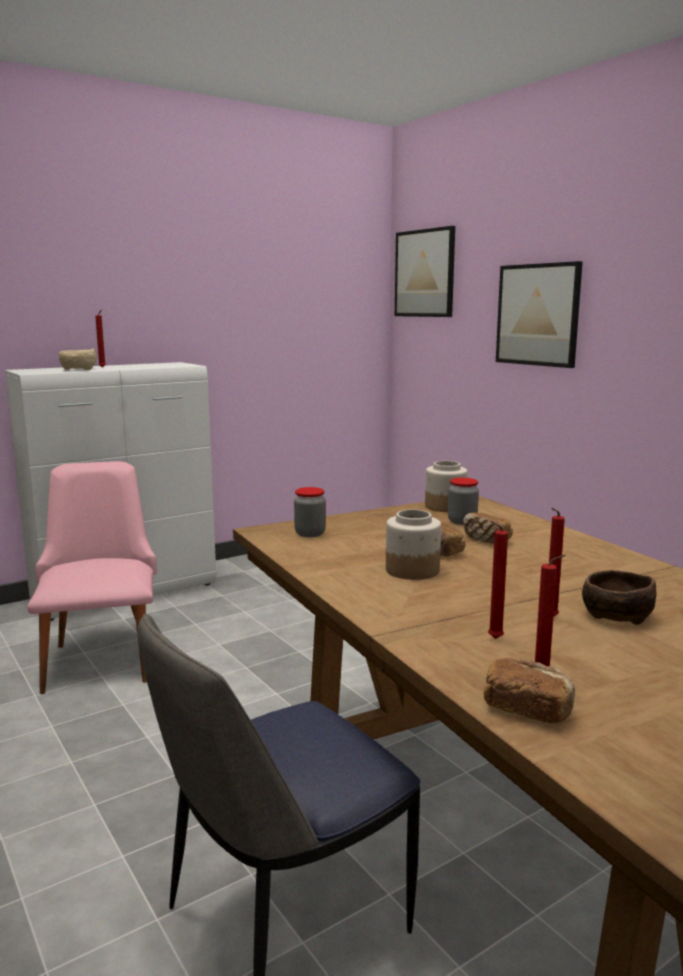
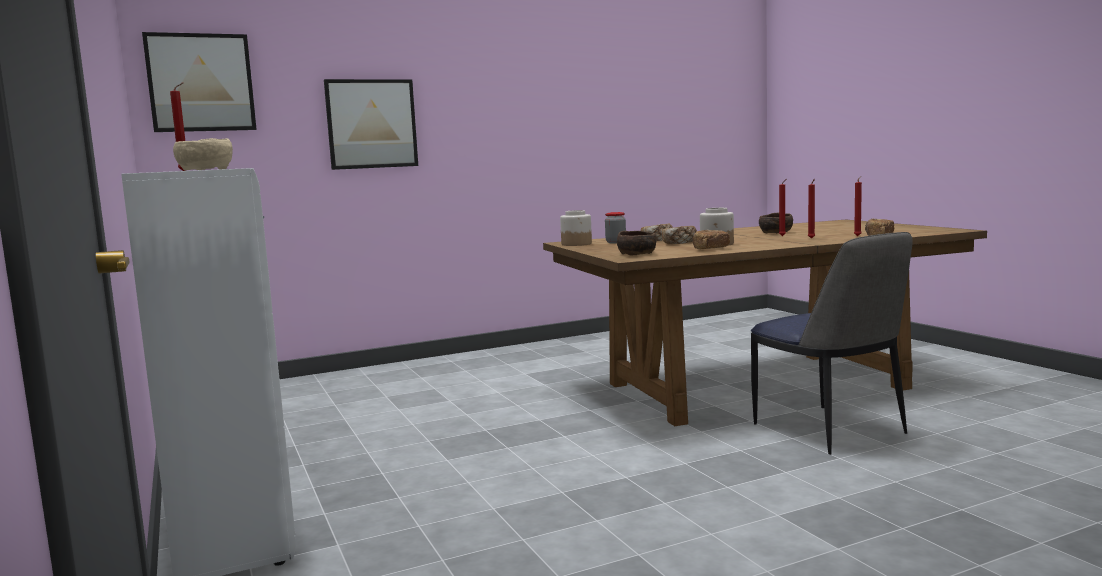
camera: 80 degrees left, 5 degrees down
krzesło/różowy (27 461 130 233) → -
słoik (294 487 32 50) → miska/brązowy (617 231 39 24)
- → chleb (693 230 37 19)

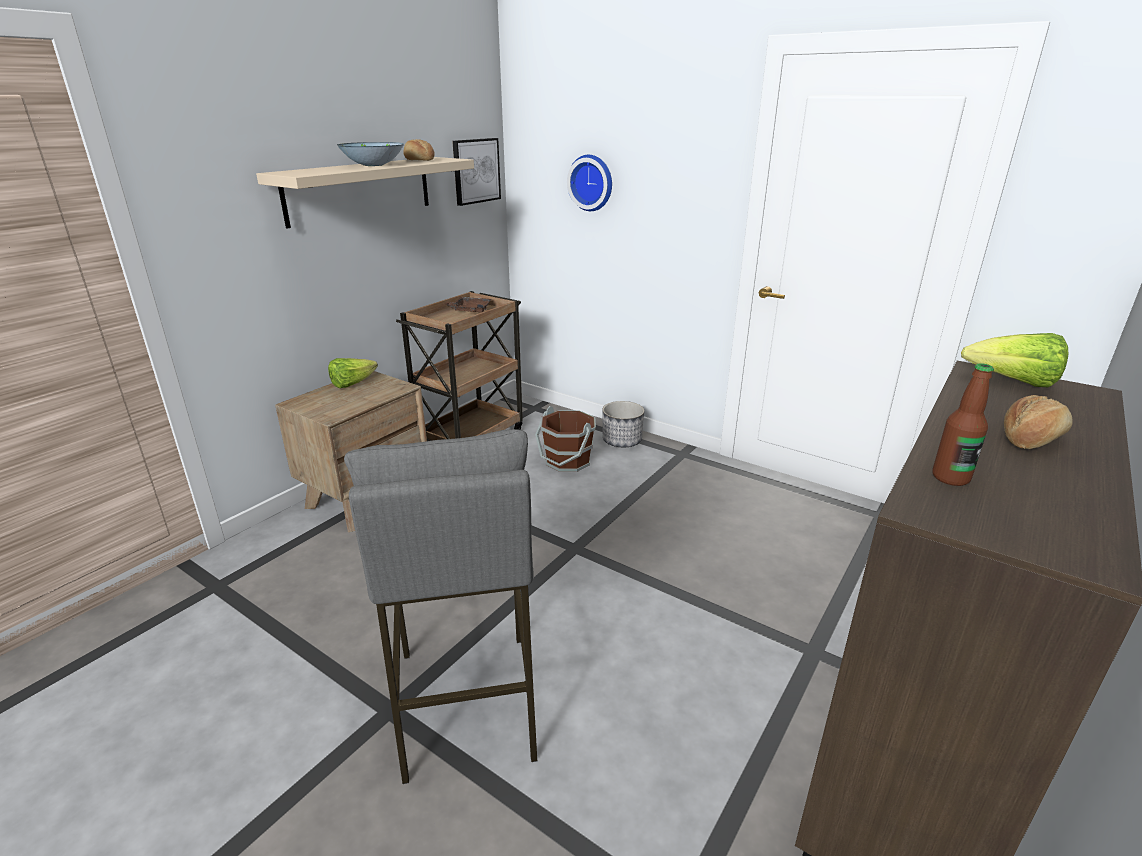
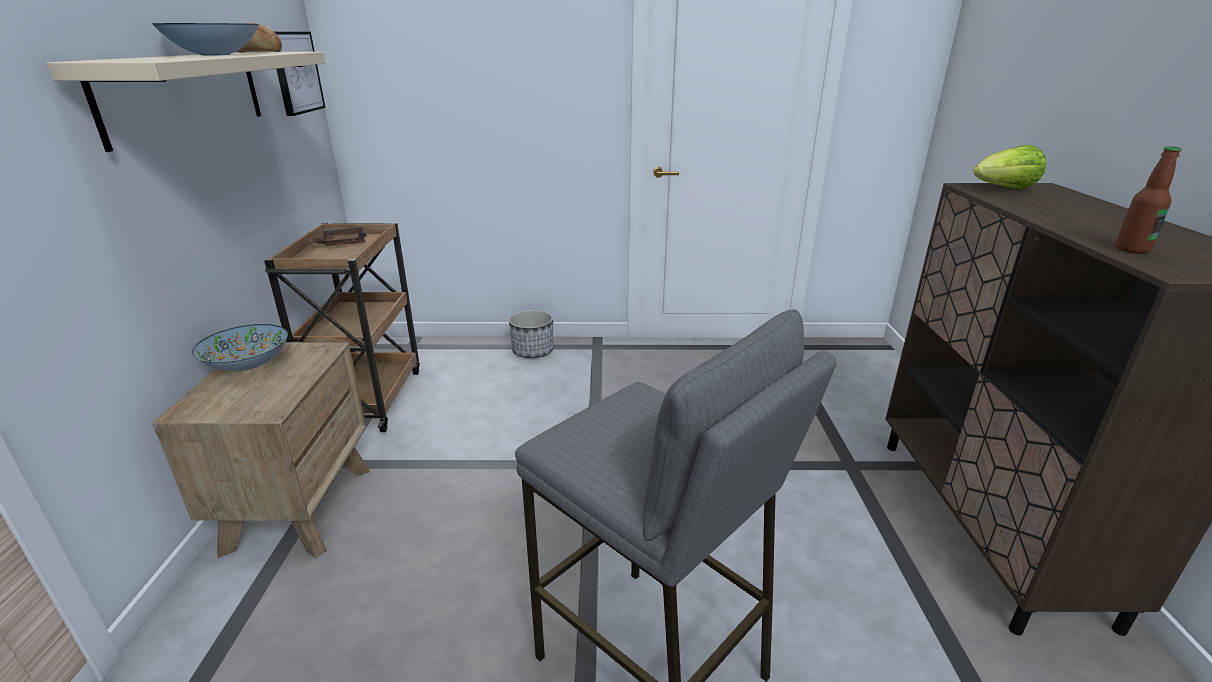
camera: 35 degrees left, 0 degrees up
zegar ścienny (567 155 45 56) → -
sałata (328 358 50 30) → miska (192 324 96 47)
chleb (1004 395 69 54) → -
wiadro/brązowy (535 406 61 66) → -

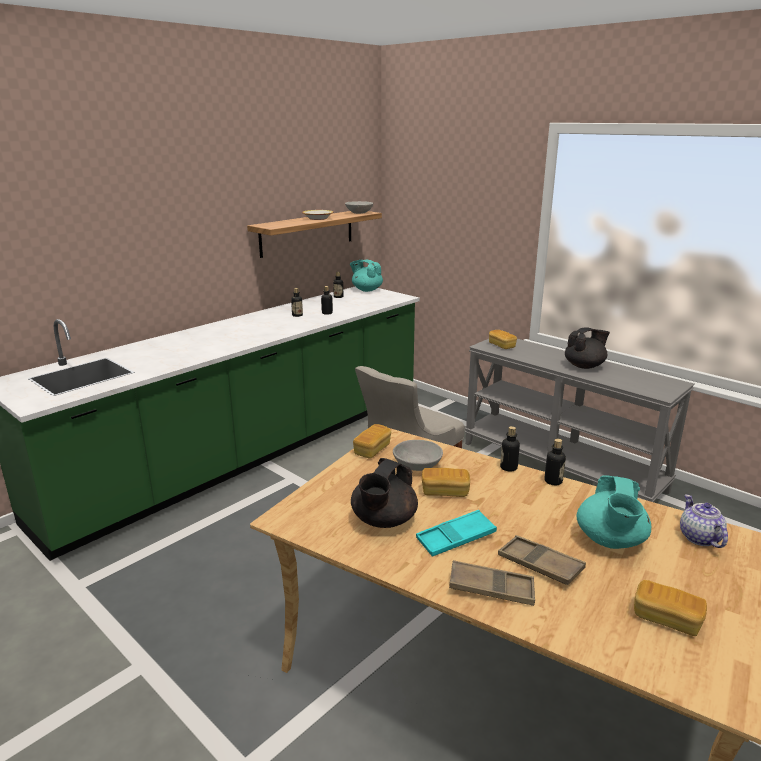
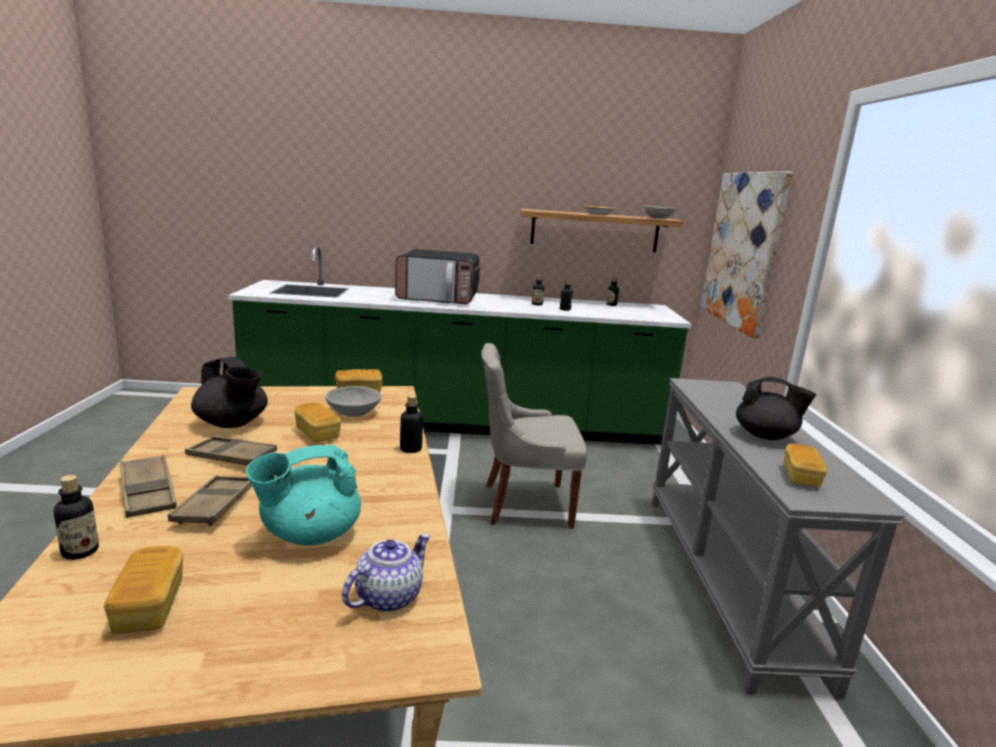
camera: 45 degrees right, 5 degrees down
imbryk/turkusowy (350 260 33 32) → -
chleb (489 330 28 19) → chleb (784 444 43 43), move
butelka (545 439 21 46) → butelka (54 475 45 85), move
imbryk/czarny (351 458 67 70) → imbryk/czarny (191 357 77 71), 120 degrees counterclockwise
taca/turkusowy (416 510 81 47) → taca/brązowy (185 436 92 30)
- → obraz (701 171 92 167)
- → mikrofalówka (395 249 85 55)

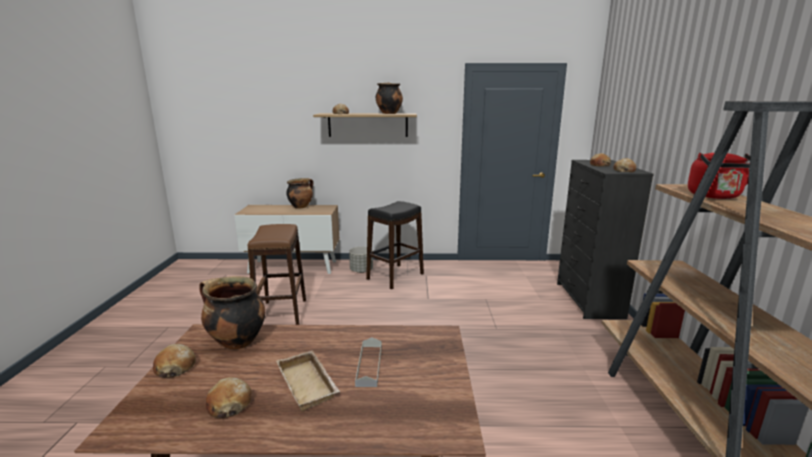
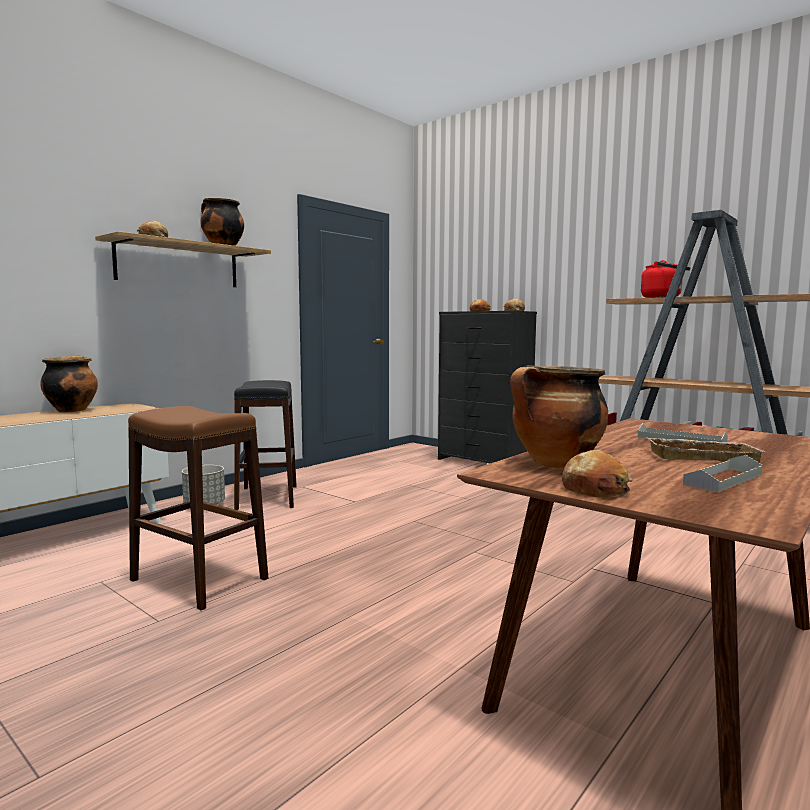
camera: 50 degrees left, 10 degrees down
chleb (206 377 46 41) → taca/szary (683 455 79 38)

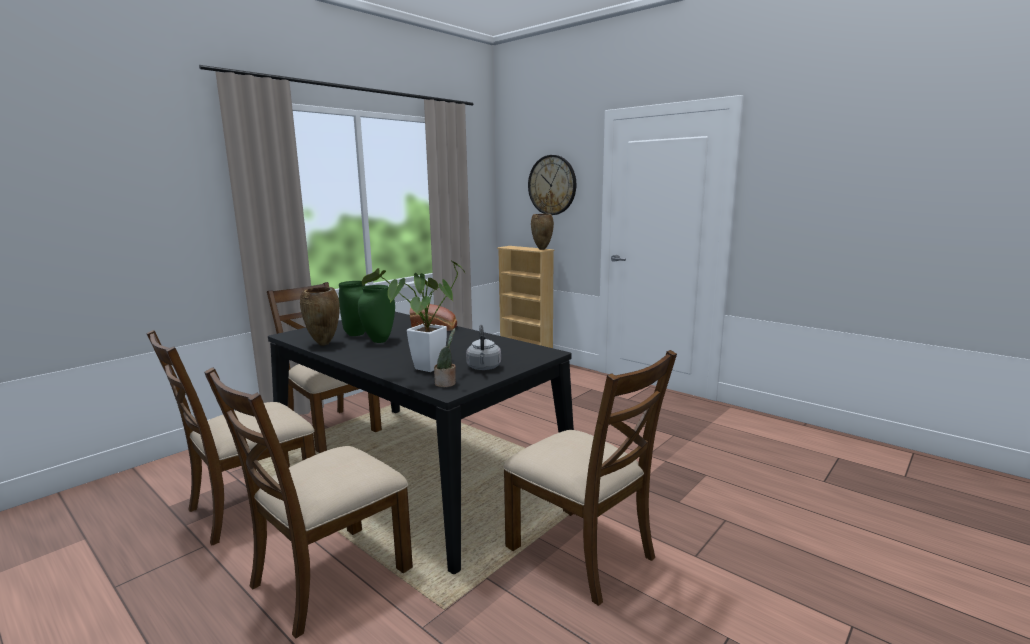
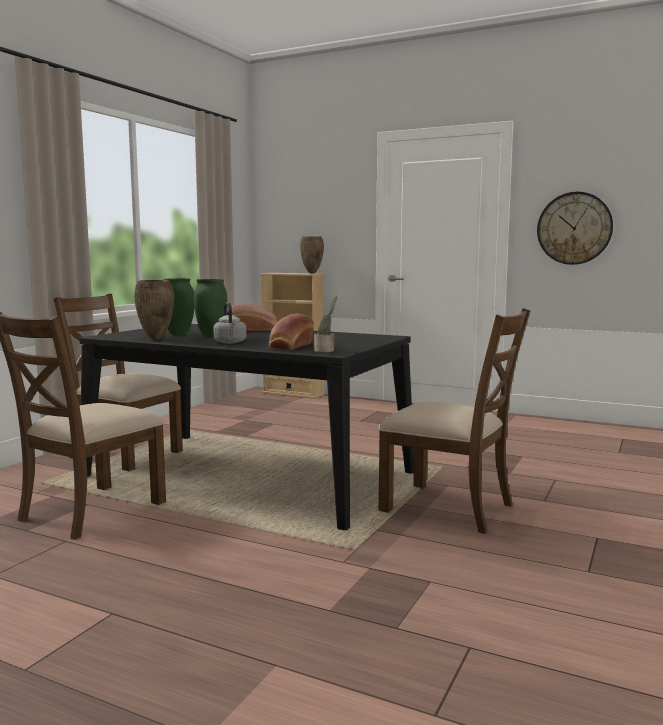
camera: 15 degrees left, 5 degrees down
zegar ścienny (528 155 48 60) → zegar ścienny (537 192 76 73), move
roślina doniczkowa (362 260 103 112) → chleb (269 314 45 36)
czajnik/szary (466 325 35 45) → czajnik/szary (213 302 33 42), move
krzesło/brązowy (204 367 209 271) → -

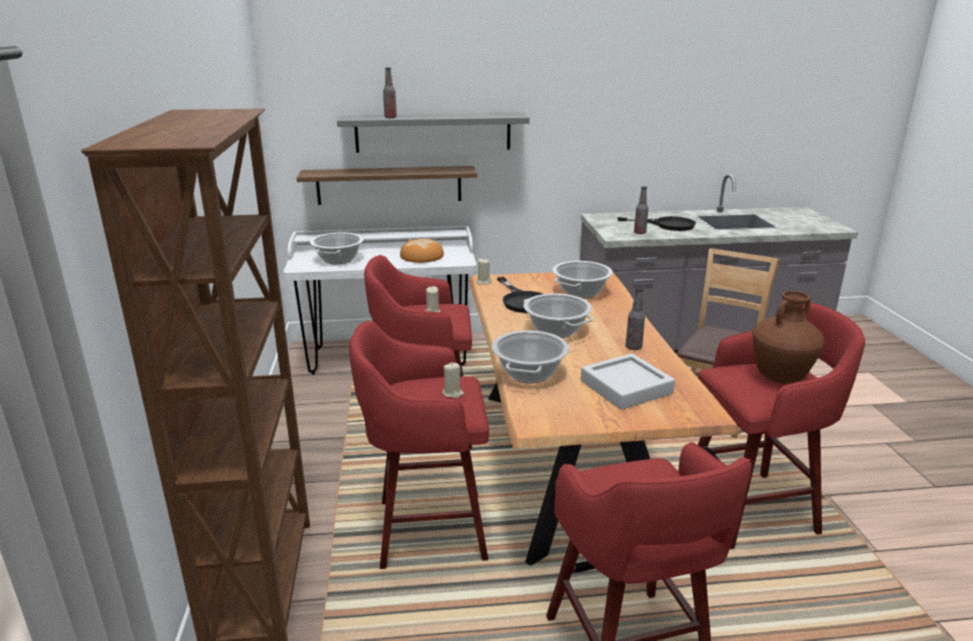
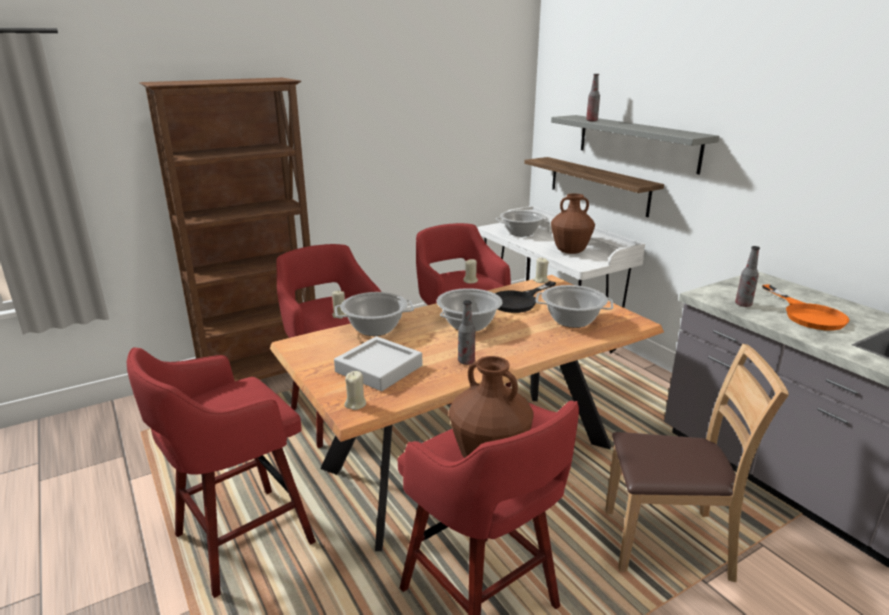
camera: 65 degrees right, 0 degrees up
patelnia/czarny (618 216 78 15) → patelnia/pomarańczowy (762 285 88 45)
chleb (400 239 44 24) → wazon/brązowy (551 193 44 61)
- → świeca/beżowy (344 371 22 39)

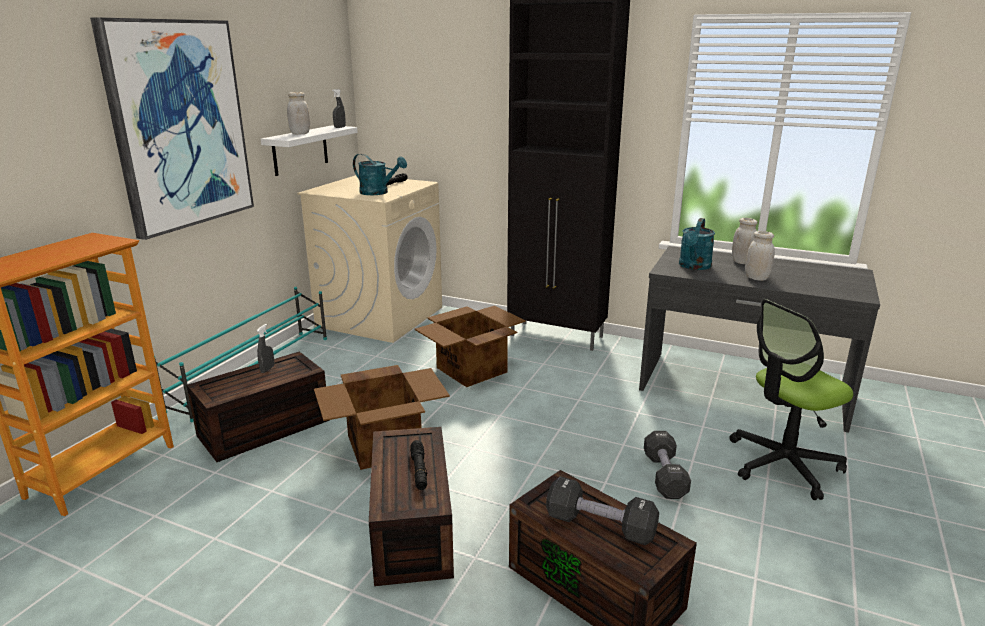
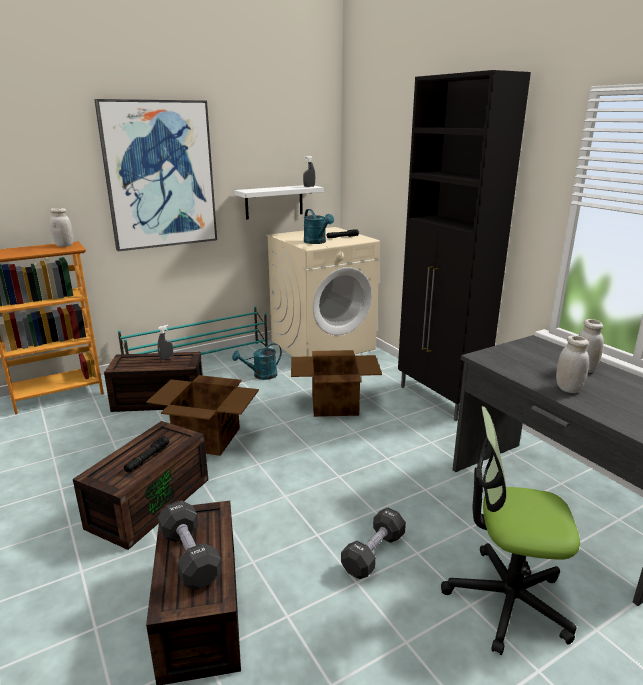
camera: 35 degrees right, 0 degrees up
słoik/biały (287 92 23 43) → słoik/biały (50 208 23 39), move
konewka/turkusowy (679 218 36 52) → konewka/turkusowy (232 343 50 37), move

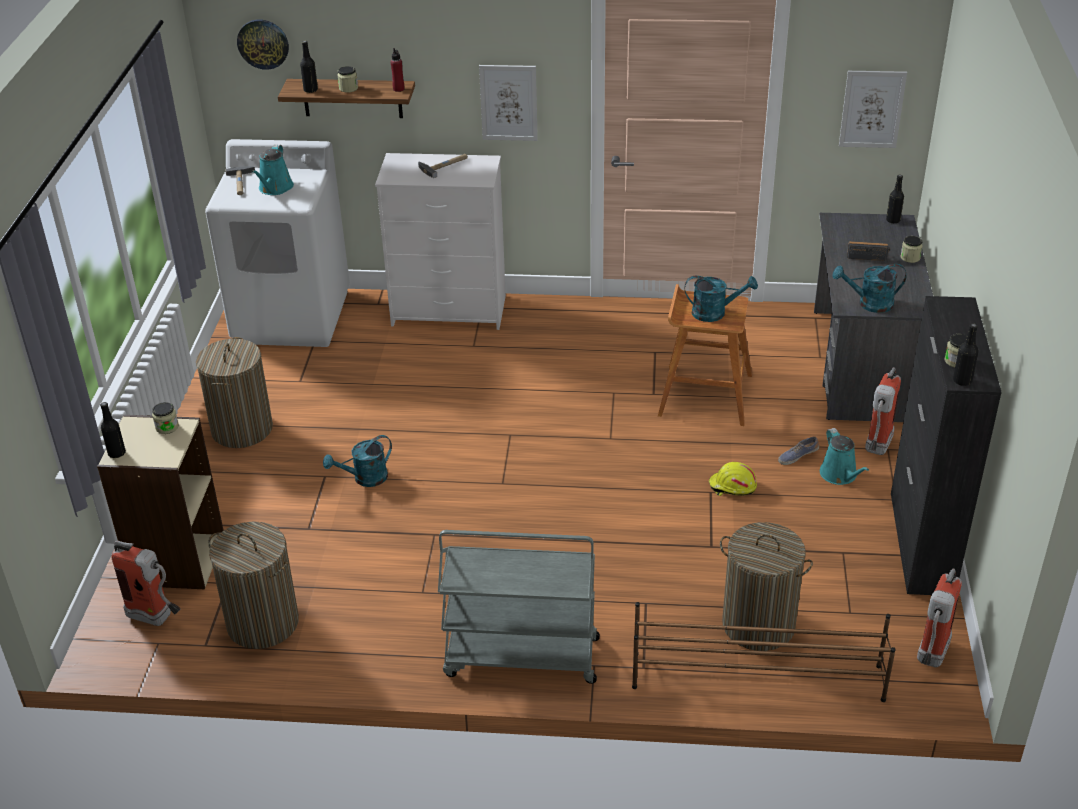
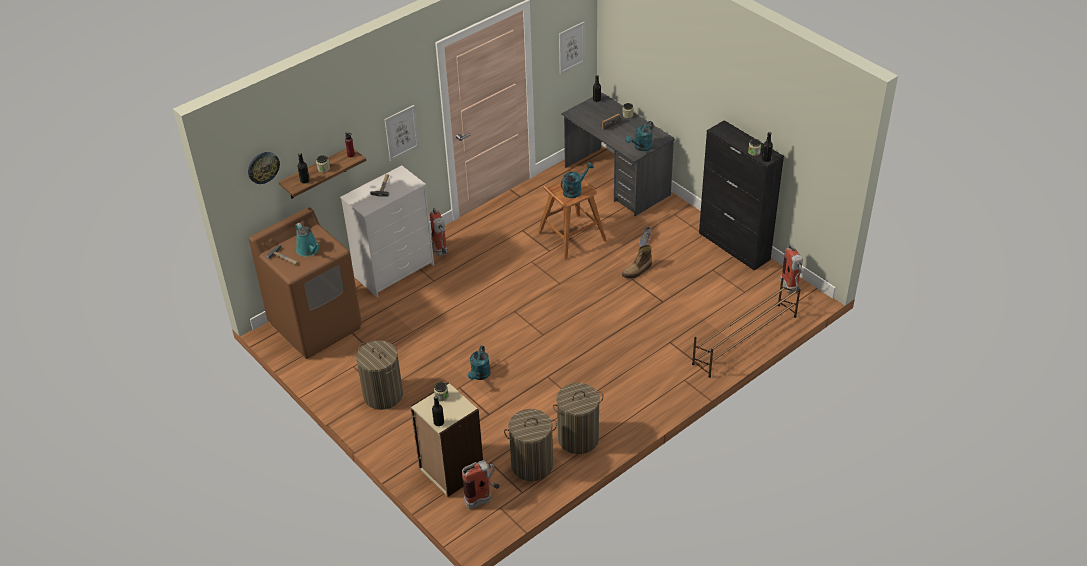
camera: 45 degrees left, 5 degrees up
pralka/biały (205 139 145 208) → pralka/brązowy (249 207 113 152)
gaśnica (865 367 36 88) → gaśnica (430 207 18 49), move
konewka/turkusowy (820 428 49 57) → -
kask/żółty (709 462 48 34) → but z cholewką (622 244 30 34)
kosz na pranie (720 522 93 129) → kosz na pranie (553 383 51 71), move
wózek/szary (438 530 162 154) → -

